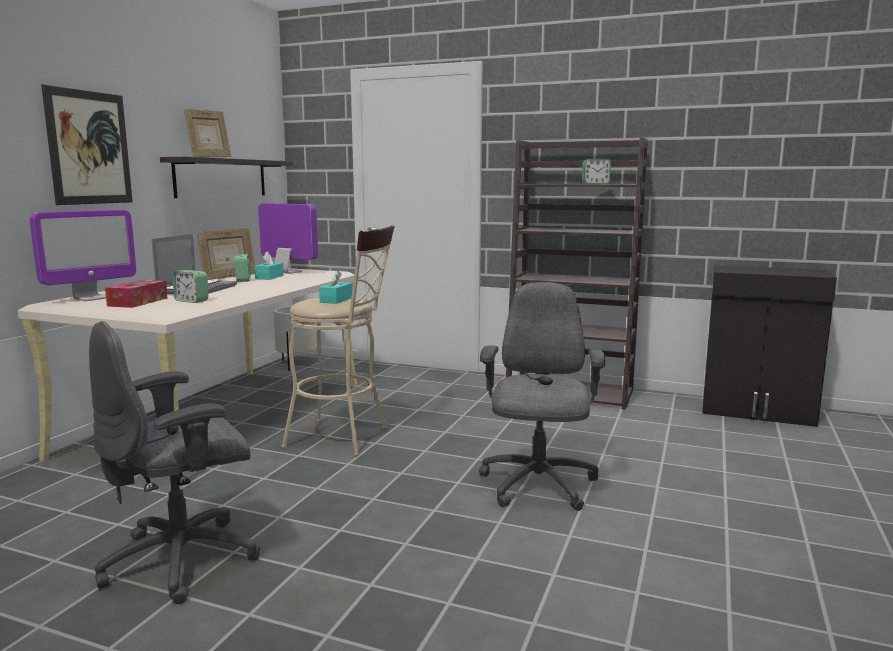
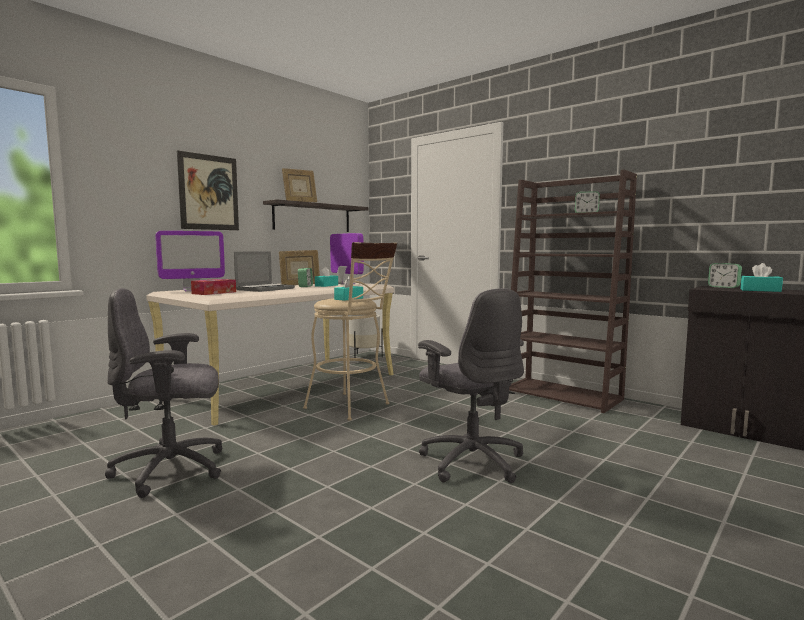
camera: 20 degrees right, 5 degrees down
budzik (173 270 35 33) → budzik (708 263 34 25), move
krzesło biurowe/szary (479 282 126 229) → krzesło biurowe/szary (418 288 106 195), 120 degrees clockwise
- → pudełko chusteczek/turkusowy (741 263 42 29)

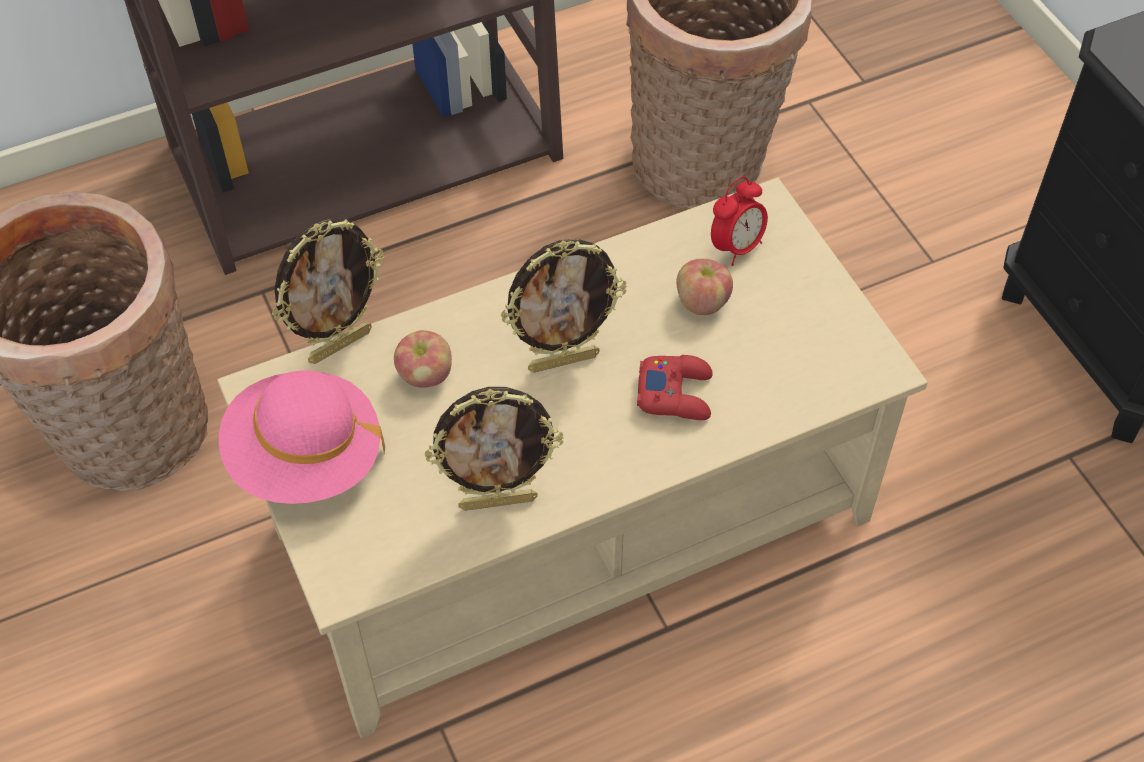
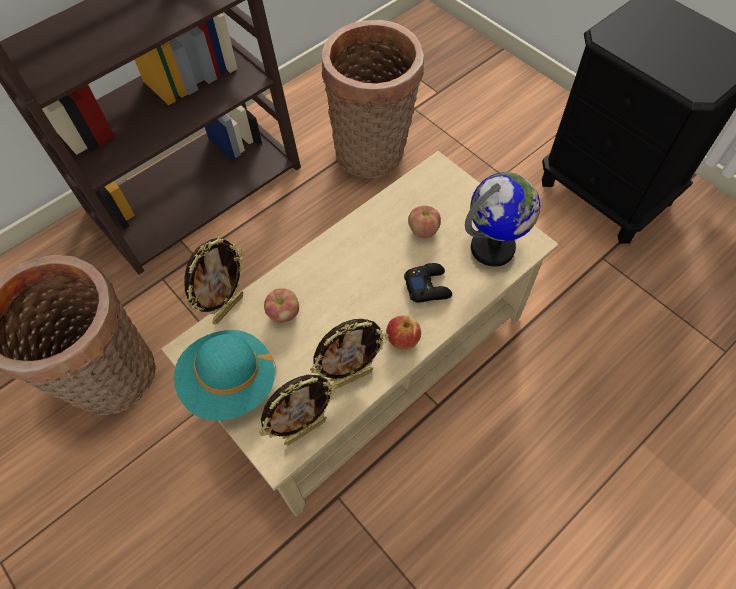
camera: 15 degrees left, 5 degrees up
budzik (711 177 57 89) → -
ramka na zdjęcie (501 239 126 134) → ramka na zdjęcie (259 375 79 70), move
pad do gier/czerwony (637 355 76 65) → pad do gier/czarny (404 263 48 39)
kapelusz/różowy (219 370 166 134) → kapelusz/turkusowy (174 330 102 91)
- → globus (465 172 75 95)
- → jabłko (386 315 35 36)

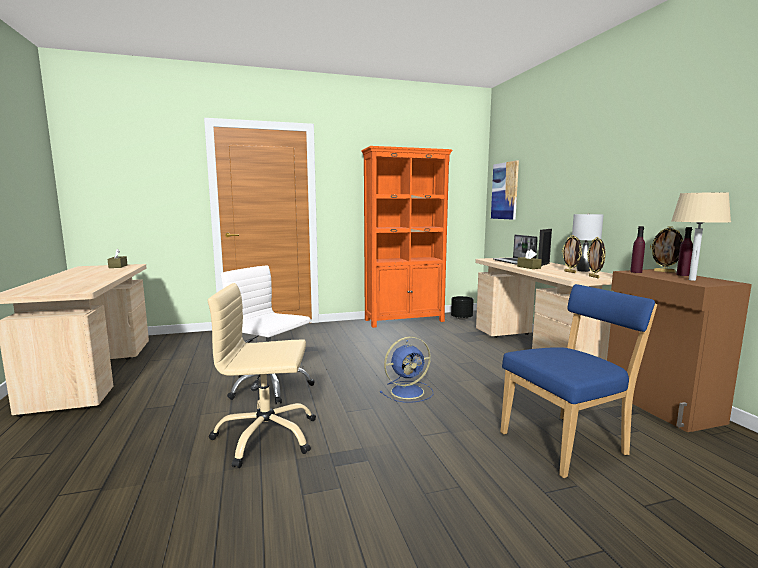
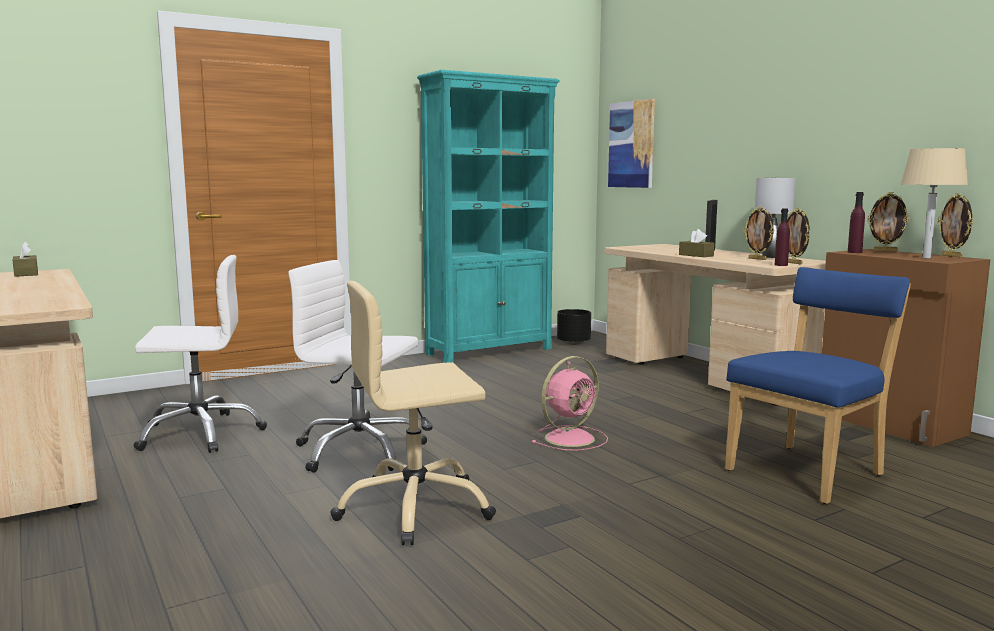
camera: 15 degrees left, 0 degrees up
regał/pomarańczowy (361 146 92 182) → regał/turkusowy (417 70 143 293)
butelka/fioletowy (676 227 17 49) → butelka/fioletowy (775 208 15 58), move
laptop (493 235 45 29) → -
wentylator/niebieski (380 336 53 67) → wentylator/różowy (531 356 77 95)
- → ramka na zdjęcie (938 193 35 64)
- → krzesło biurowe/biały (134 255 133 198)

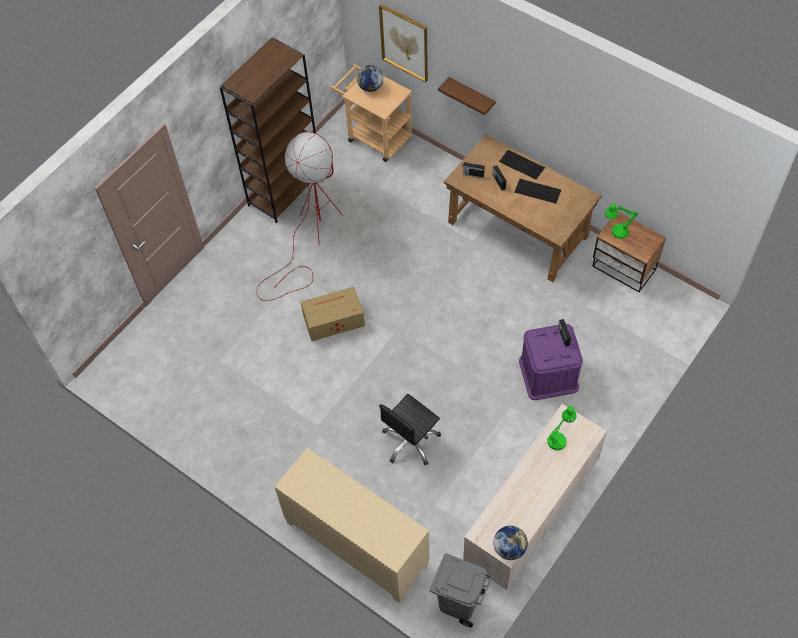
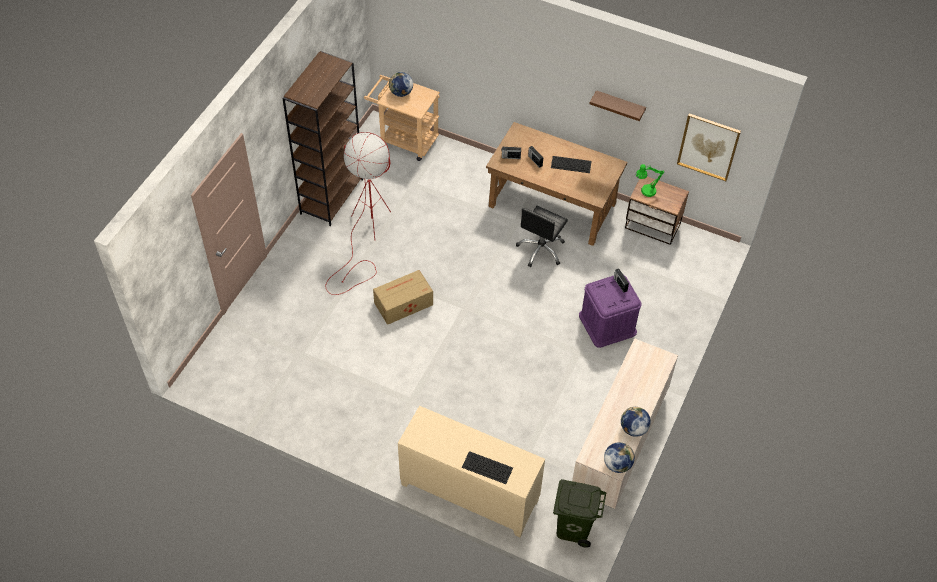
camera: 15 degrees left, 5 degrees down
obraz (379 4 49 78) → obraz (677 113 64 68), move
półka/brązowy (438 77 57 38) → półka/brązowy (589 90 57 31), move
klawiatura (499 150 46 29) → klawiatura (462 451 51 33), move
krzesło biurowe/czarny (379 394 62 71) → krzesło biurowe/czarny (516 206 52 61), move
lampa stołowa/zielony (547 406 30 44) → -
kosz na śmieci/szary (429 553 63 74) → kosz na śmieci/zielony (553 479 54 69)
- → globus (621 406 30 31)

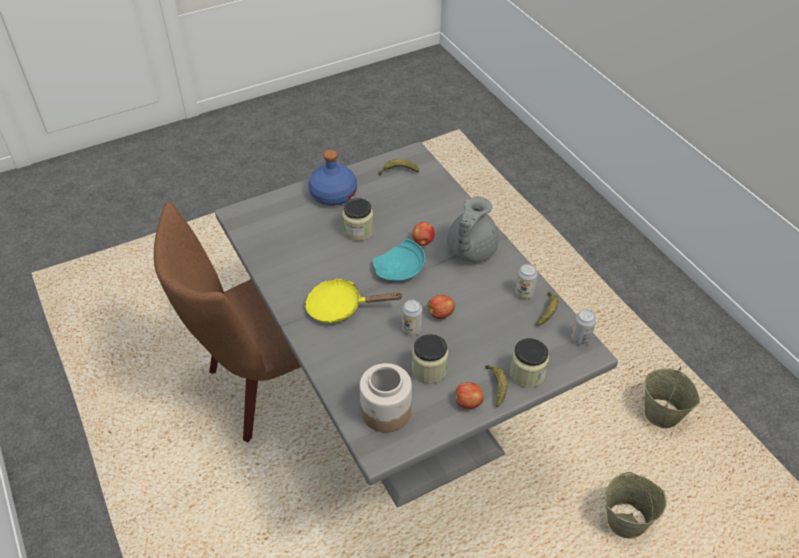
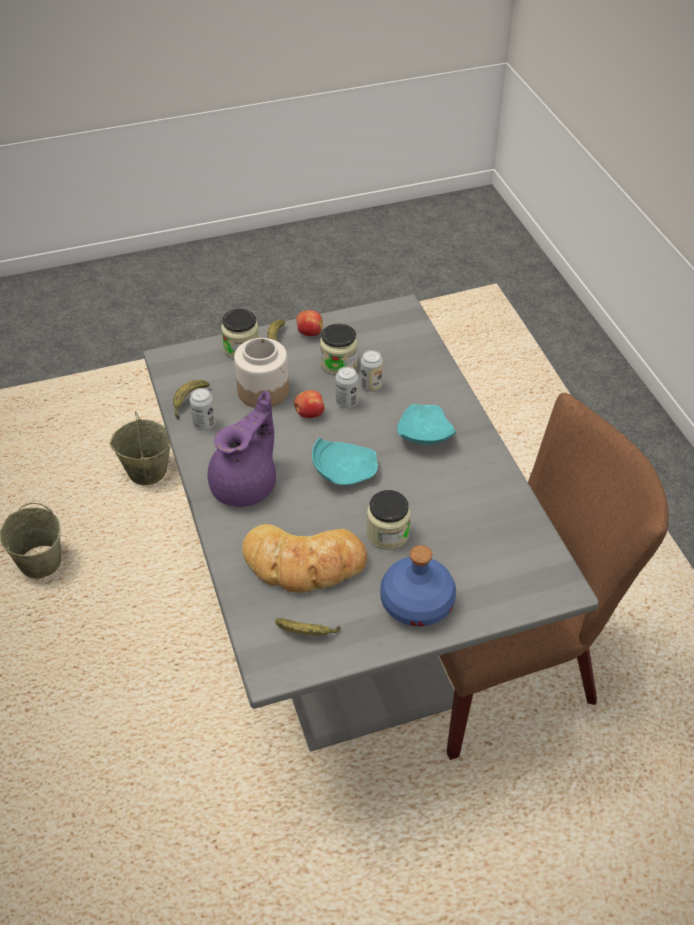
camera: 170 degrees left, 0 degrees up
imbryk/szary (447 196 52 66) → imbryk/fioletowy (208 391 68 116)
jabłko (412 222 23 24) → -
patelnia/żółty (305 278 98 45) → talerz/turkusowy (397 404 59 41)
puszka (571 309 25 36) → puszka (360 350 23 42), move
słoik (359 363 53 70) → słoik (234 338 55 70), move
- → chleb (242 524 125 69)

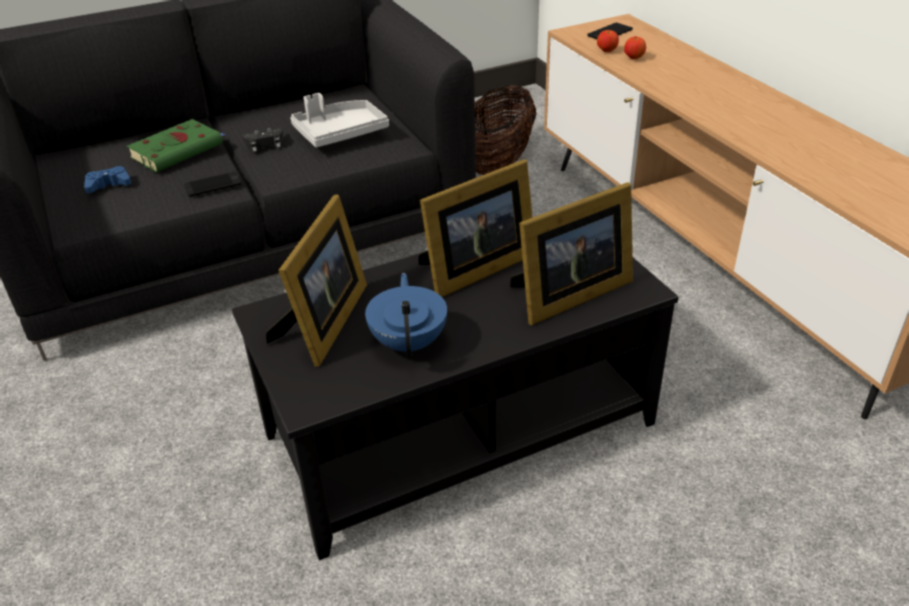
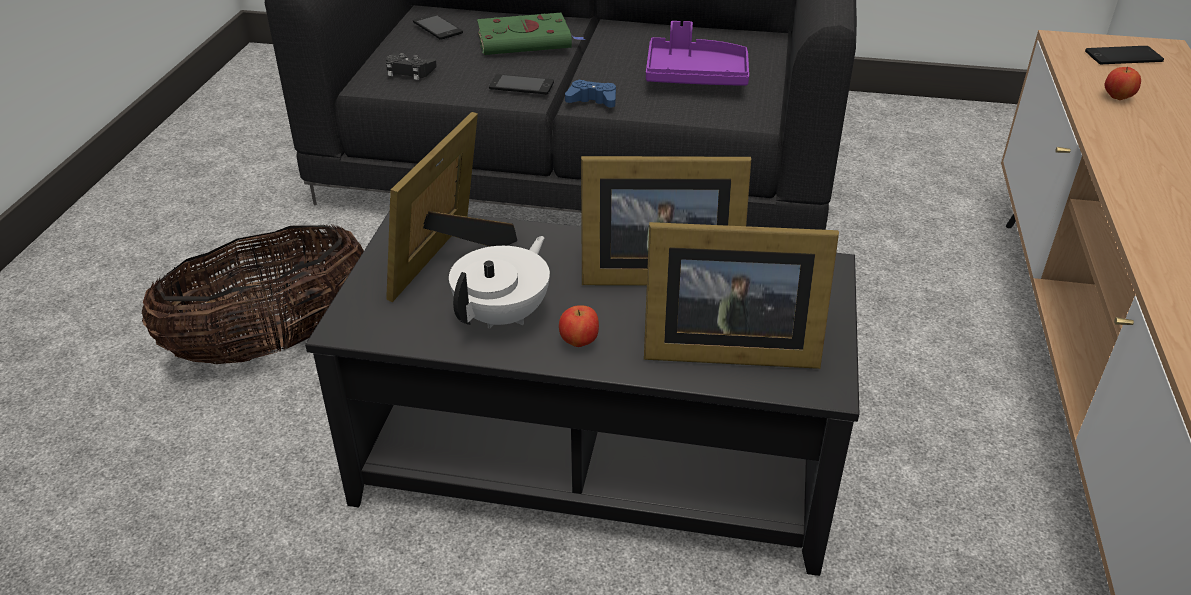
camera: 35 degrees right, 0 degrees up
jabłko (597 30 22 22) → jabłko (559 305 40 42), move
koszyk (475 85 61 90) → koszyk (142 224 222 140), move
taca/szary (291 93 98 54) → taca/fioletowy (646 21 103 65)
pad do gier/czarny (242 127 41 25) → pad do gier/czarny (386 53 51 27), move
pad do gier/niebieski (84 166 48 27) → pad do gier/niebieski (565 80 51 27), move
ramka na zdjęcie (266 195 101 171) → ramka na zdjęcie (386 112 131 190), 150 degrees clockwise
imbryk/niebieski (365 273 82 83) → imbryk/biały (449 236 101 93)
- → telefon (413 14 50 26)

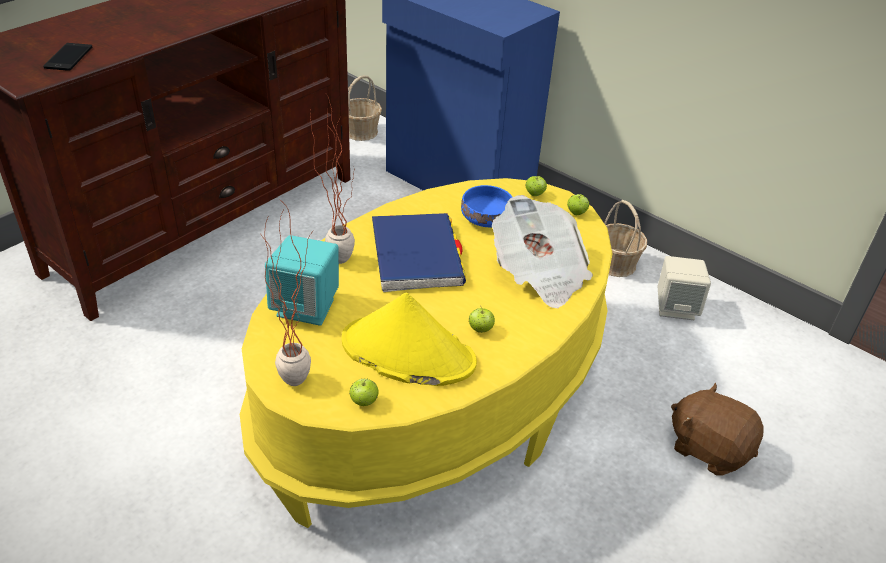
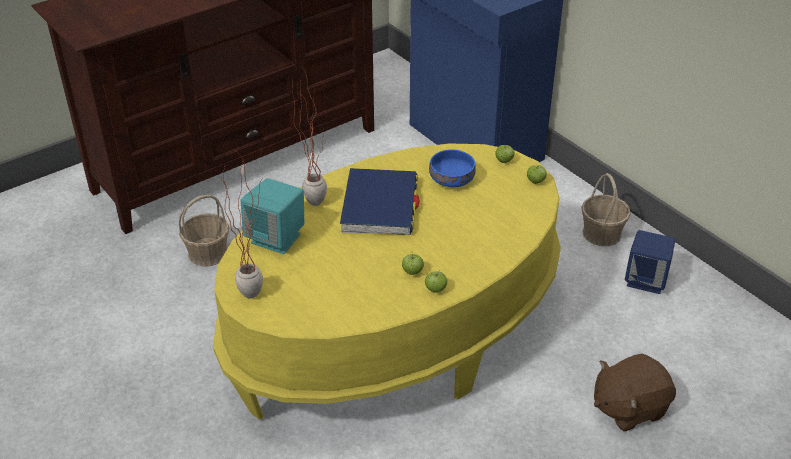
camera: 15 degrees right, 0 degrees up
telefon (44 43 48 28) → -
koszyk (348 75 34 66) → koszyk (179 194 50 73), move
gazeta (492 195 101 113) → -
głośnik/beżowy (658 256 53 64) → głośnik/niebieski (625 230 50 64)
kapelusz/żółty (342 293 135 93) → -
jabłko (349 378 30 28) → jabłko (425 271 22 21), move
pluszak/brązowy (671 383 93 93) → pluszak/brązowy (594 354 82 78), 75 degrees counterclockwise

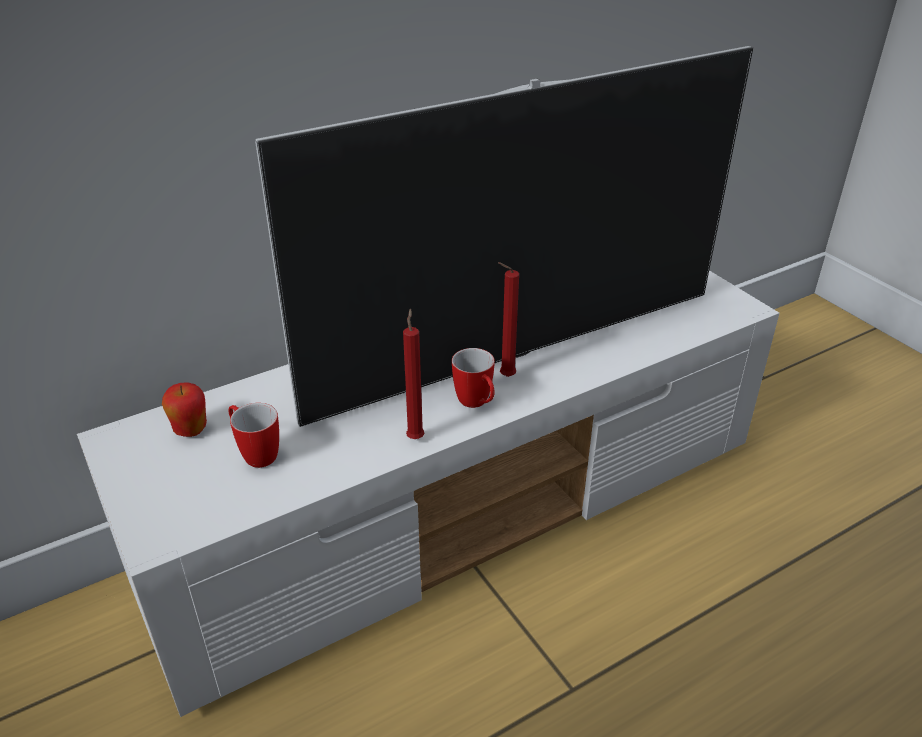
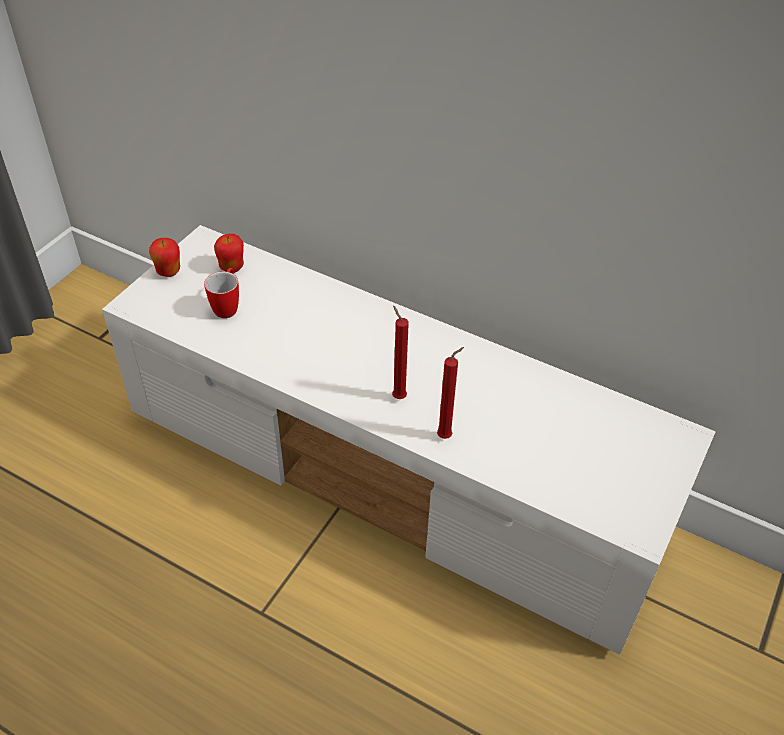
camera: 60 degrees right, 10 degrees up
telewizor (255 46 498 381) → -
świeca/czerwony (403 309 21 130) → świeca/czerwony (437 347 27 92), move
kubek (452 348 43 60) → -
- → jabłko (149 238 31 39)

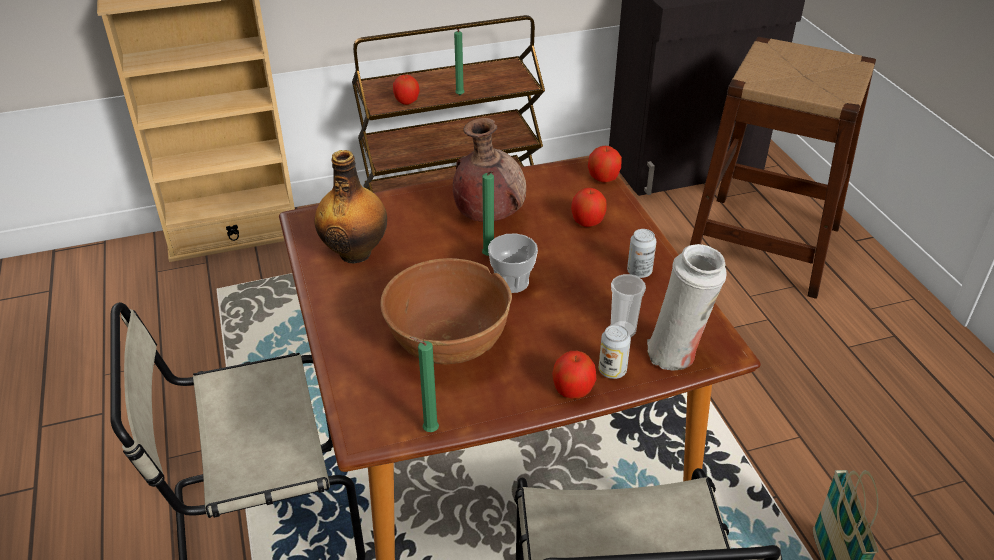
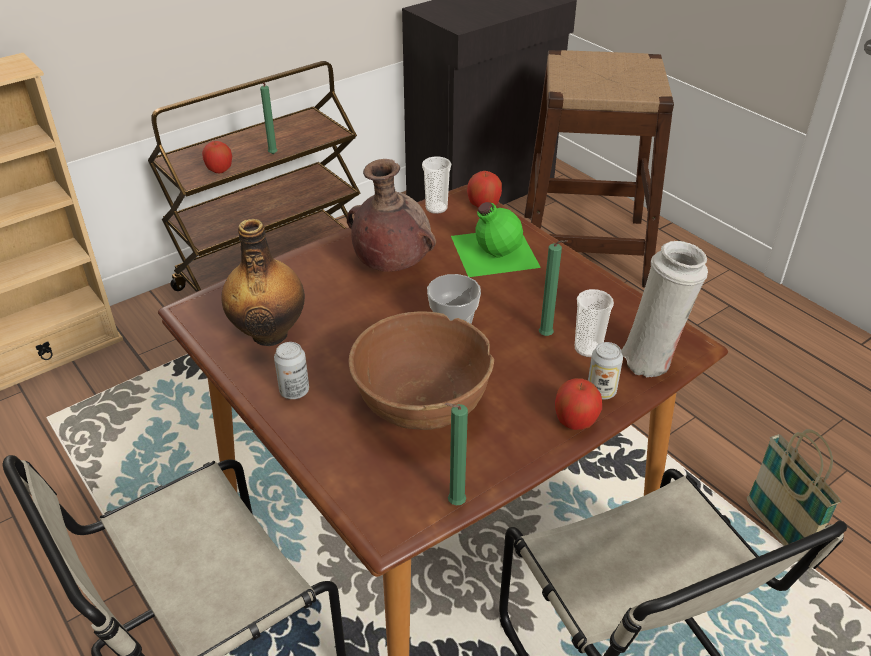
camera: 20 degrees left, 0 degrees up
świeca/zielony (482 171 12 85) → świeca/zielony (539 240 29 96), move
jabłko (571 188 36 39) → butelka/zielony (451 202 90 75)
puszka (627 229 30 49) → puszka (274 342 35 57), move
- → filiżanka (422 156 29 58)

